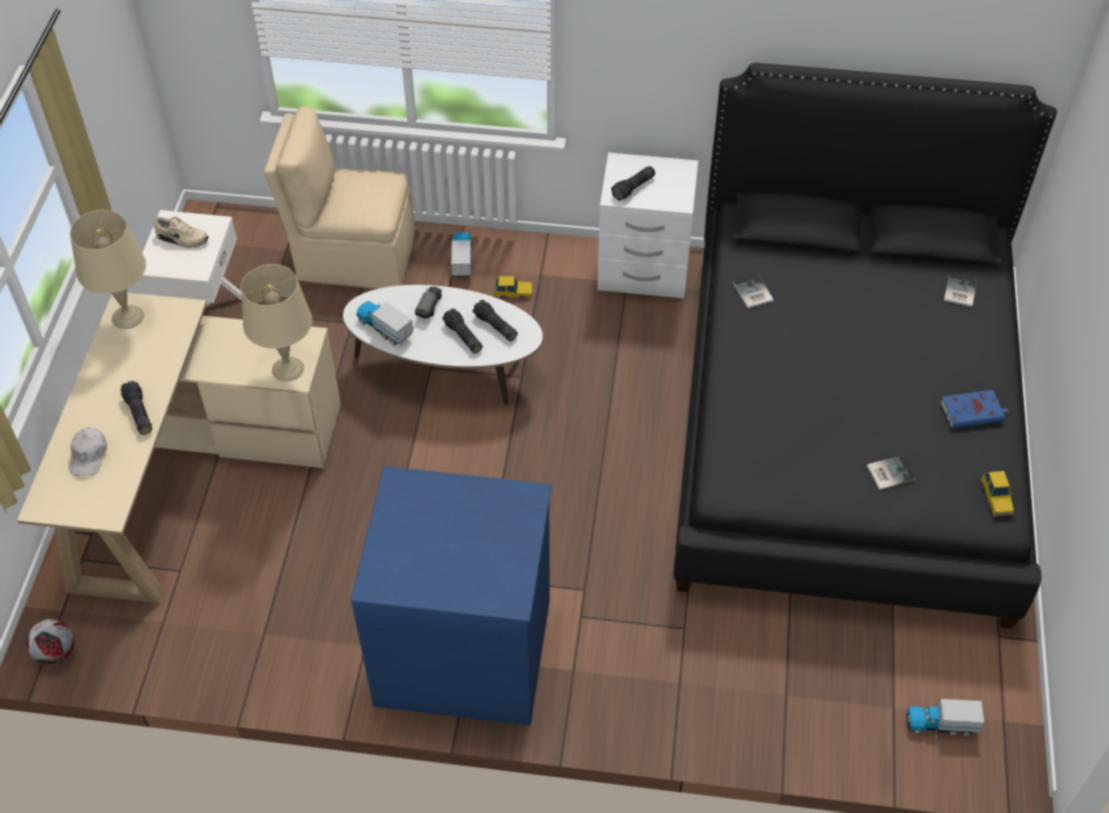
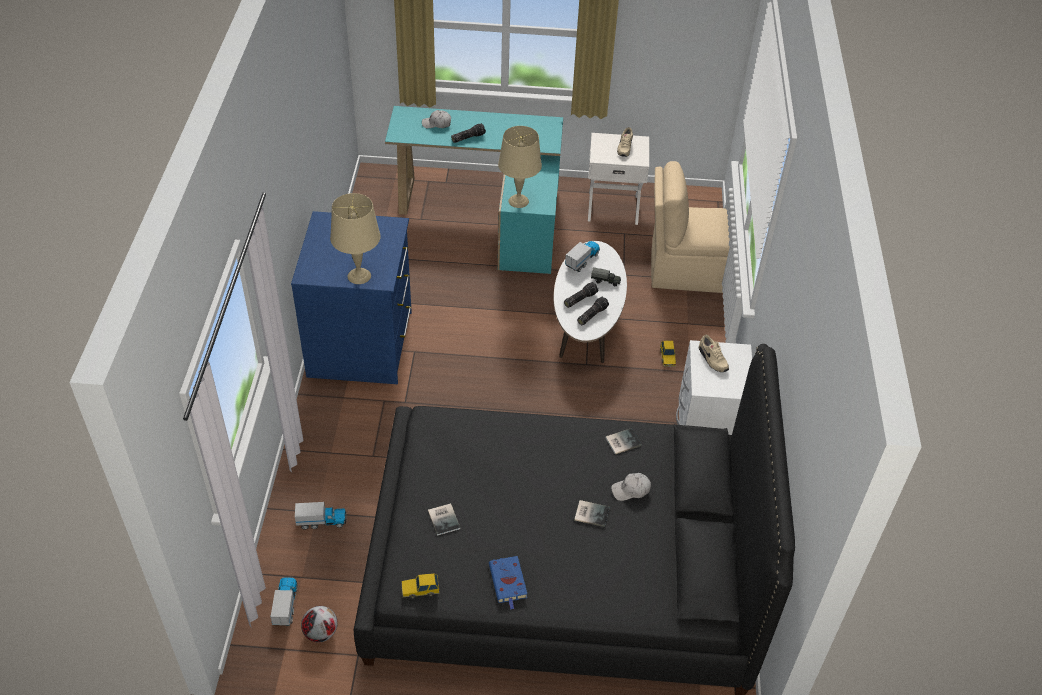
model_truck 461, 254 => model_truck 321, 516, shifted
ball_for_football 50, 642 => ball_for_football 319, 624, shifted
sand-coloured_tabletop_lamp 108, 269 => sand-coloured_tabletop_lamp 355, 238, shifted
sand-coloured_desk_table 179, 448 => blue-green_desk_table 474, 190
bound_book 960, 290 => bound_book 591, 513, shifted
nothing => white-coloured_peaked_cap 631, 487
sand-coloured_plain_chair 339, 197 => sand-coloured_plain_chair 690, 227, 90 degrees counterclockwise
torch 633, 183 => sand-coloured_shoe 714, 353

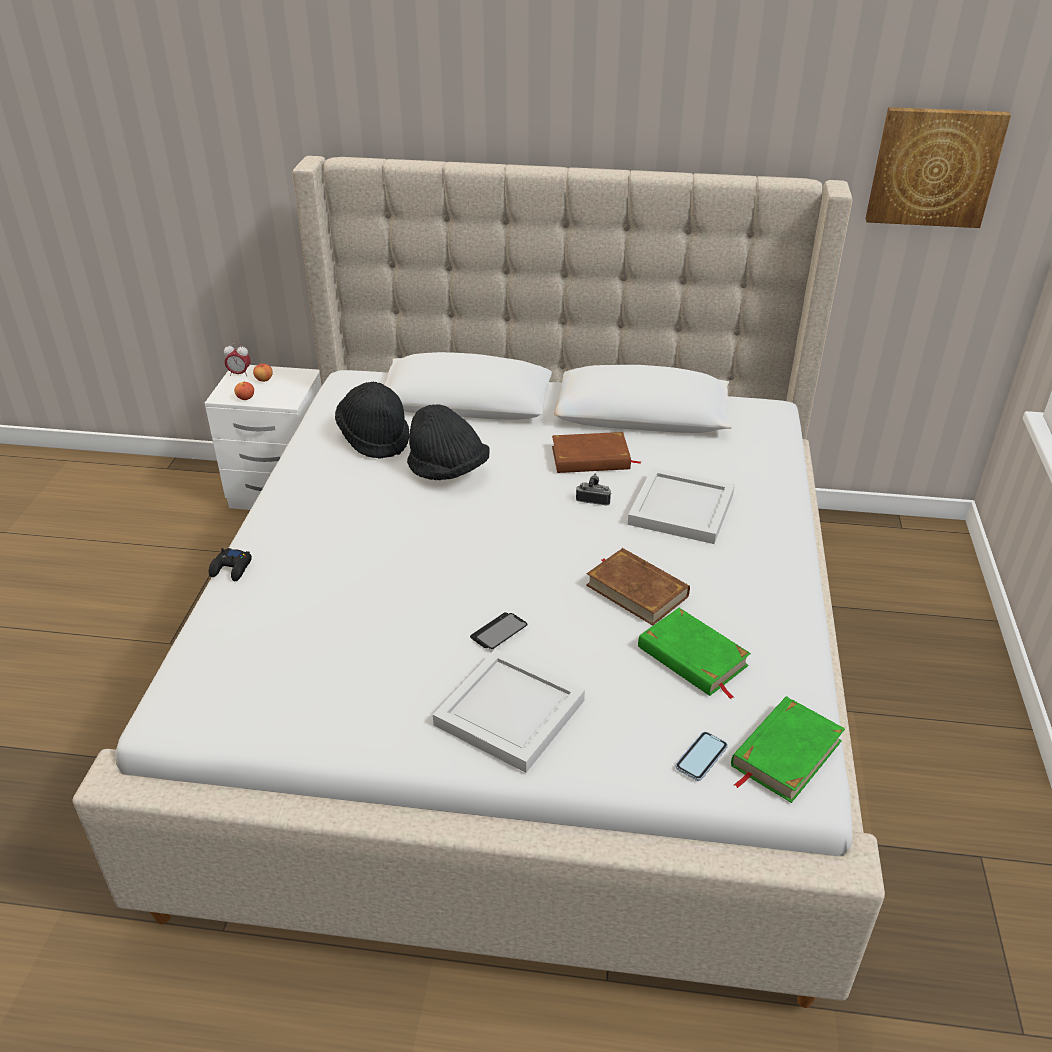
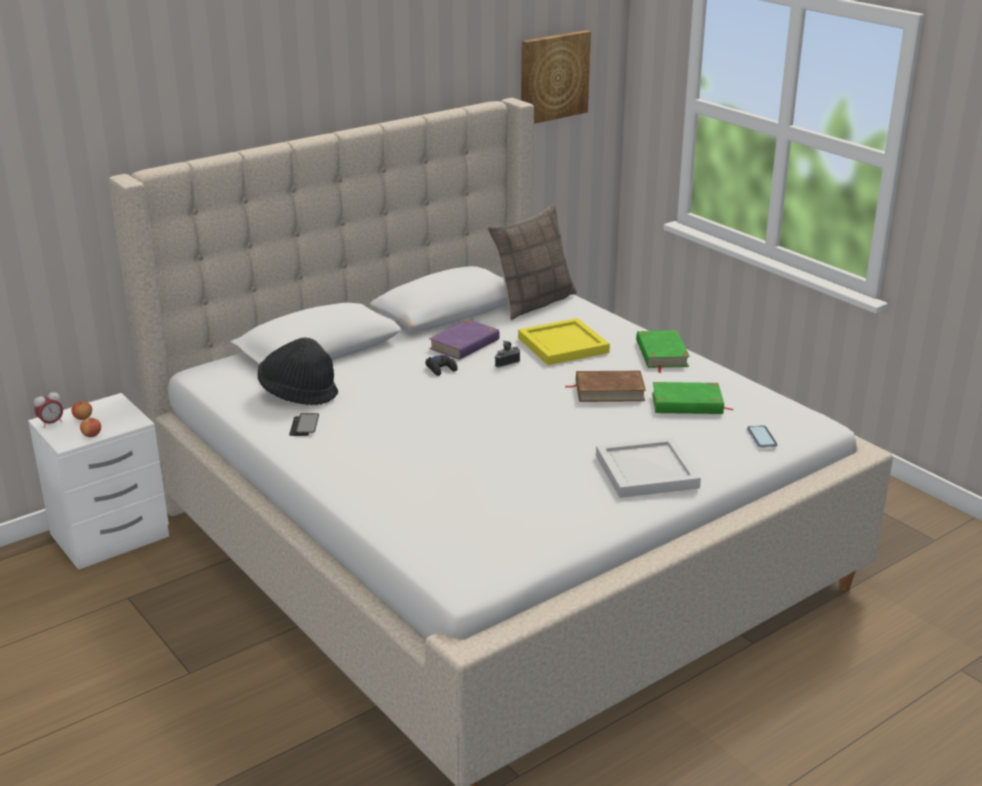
phone 499, 630 => phone 304, 424, shifted
black-coloured_joypad 230, 564 => black-coloured_joypad 441, 365, shifted
brownish_bound_book 597, 452 => purple-coloured_bound_book 464, 339
nothing => throw_pillow 532, 262
white-coloured_carrying_tray 681, 505 => yellow_carrying_tray 564, 341
green_bound_book 788, 749 => green_bound_book 663, 351, shifted
black-coloured_hat 448, 442 => nothing

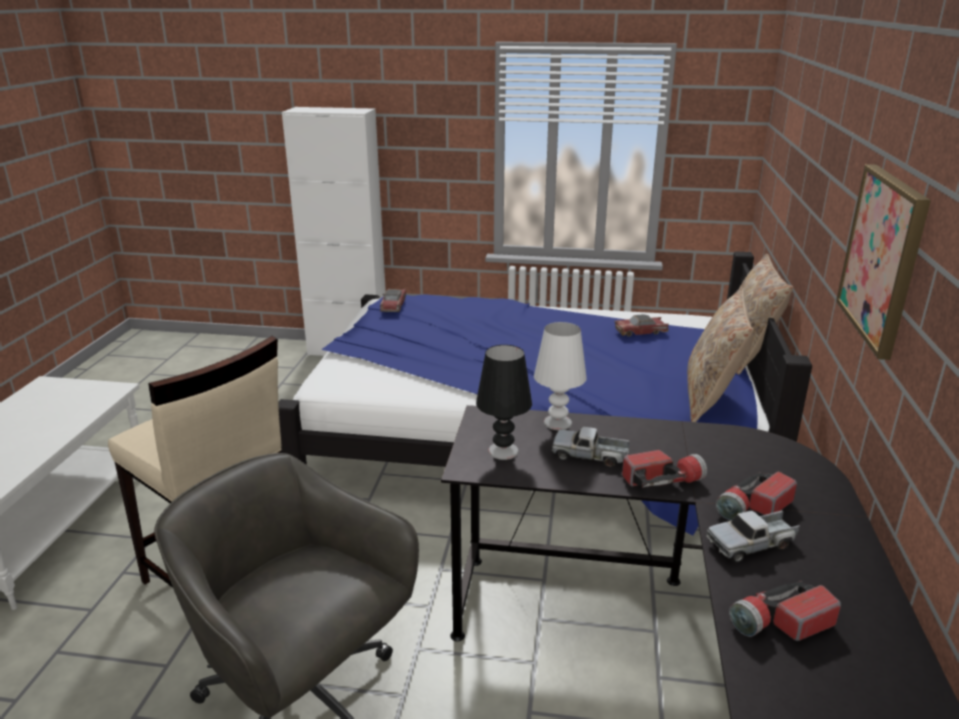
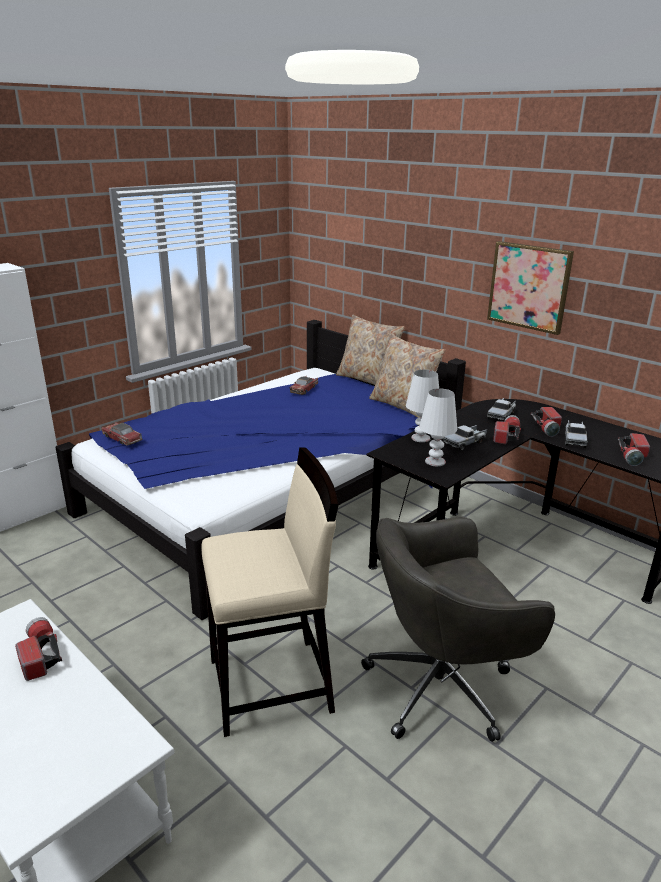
nothing => torch 38, 649
black-coloured_tabletop_lamp 504, 402 => white-coloured_tabletop_lamp 438, 427
nothing => model_truck 501, 410

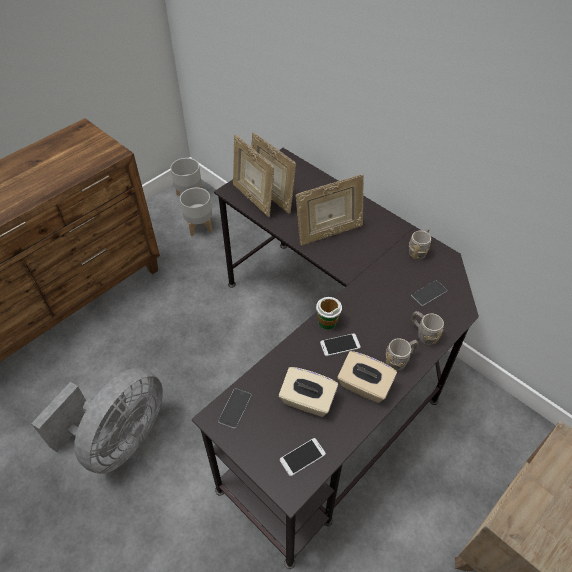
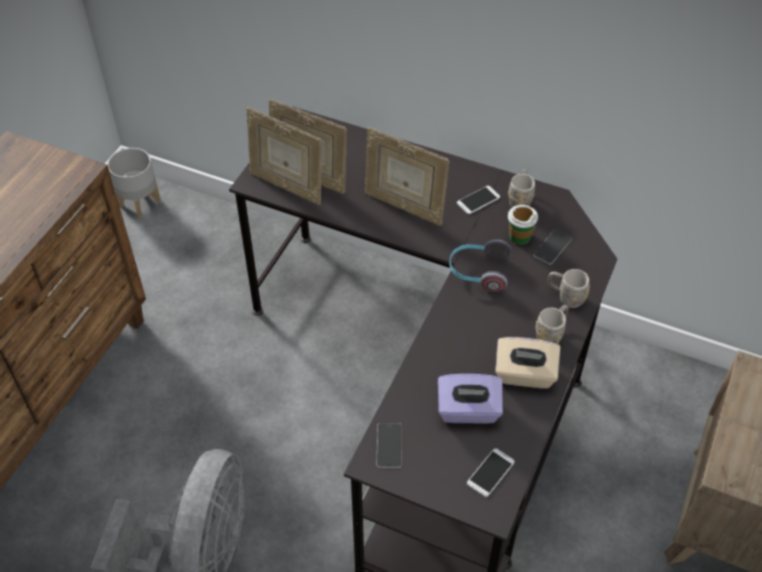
picture_frame 330, 210 => picture_frame 407, 176, 75 degrees clockwise
sand-coloured_box_of_tissues 308, 392 => purple-coloured_box_of_tissues 470, 399
nothing => headphones 480, 266
phone 340, 344 => phone 478, 200, shifted
drinking_cup 329, 313 => drinking_cup 523, 224, shifted
gray_planter 196, 211 => nothing

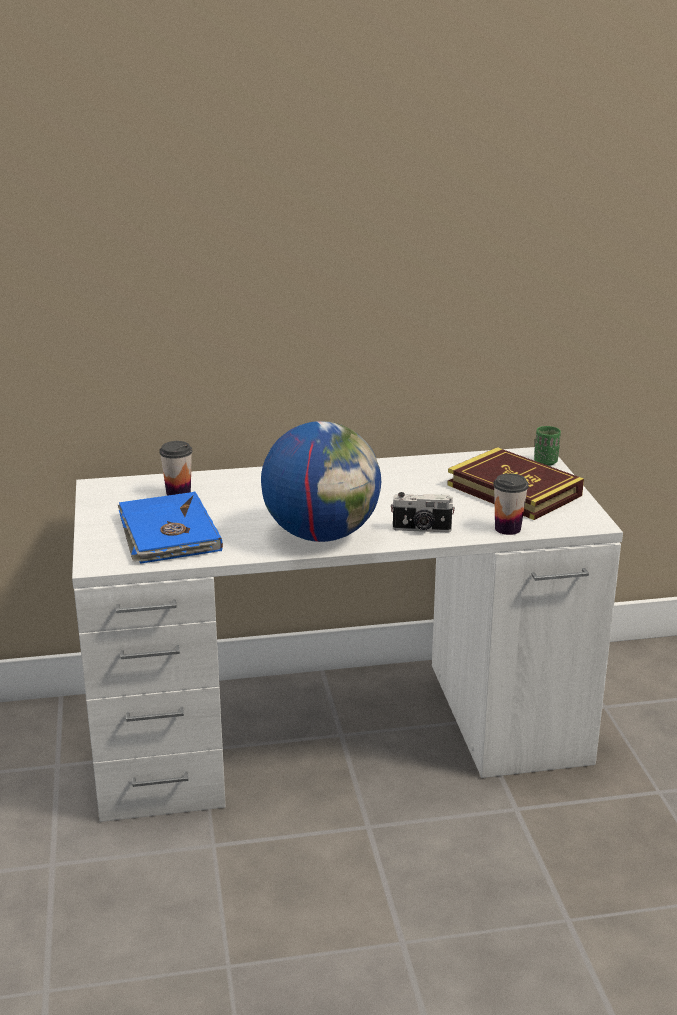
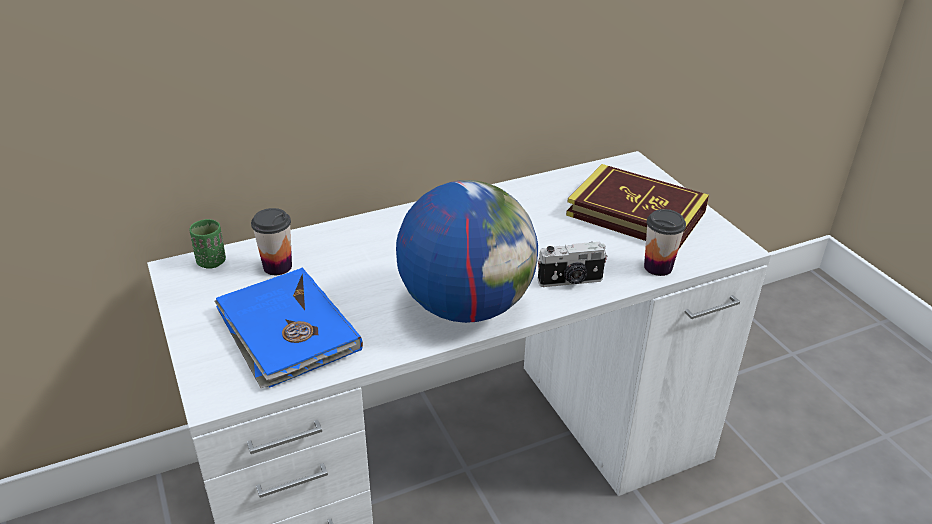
green_drinking_cup 547, 446 => green_drinking_cup 207, 244, shifted

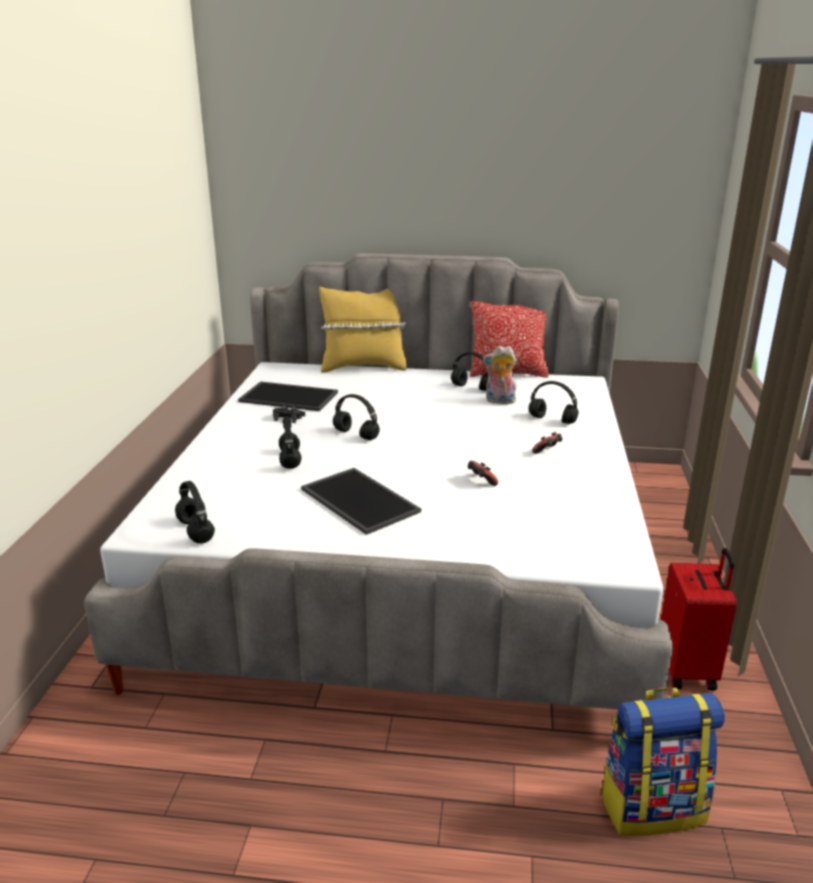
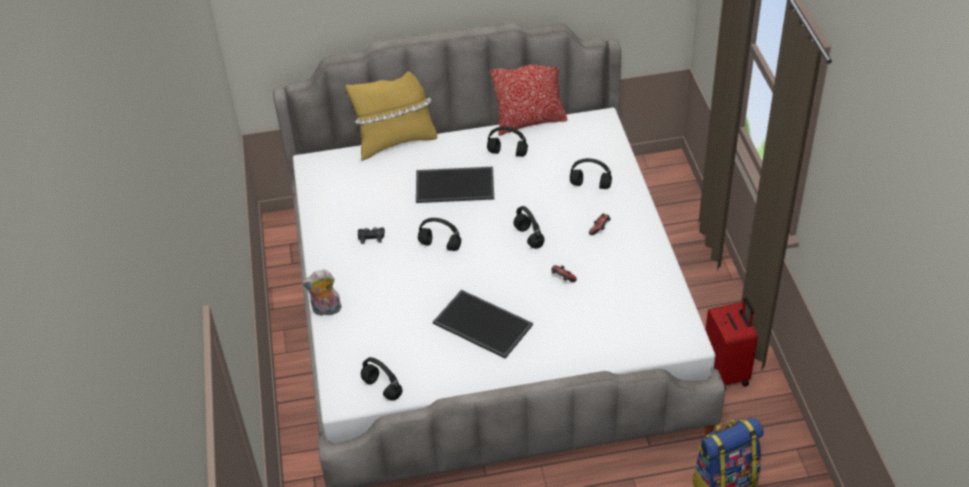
soft_toy 499, 375 => soft_toy 321, 292, shifted
carrying_tray 288, 396 => carrying_tray 455, 185, shifted
black-coloured_headphones 290, 442 => black-coloured_headphones 529, 227, shifted

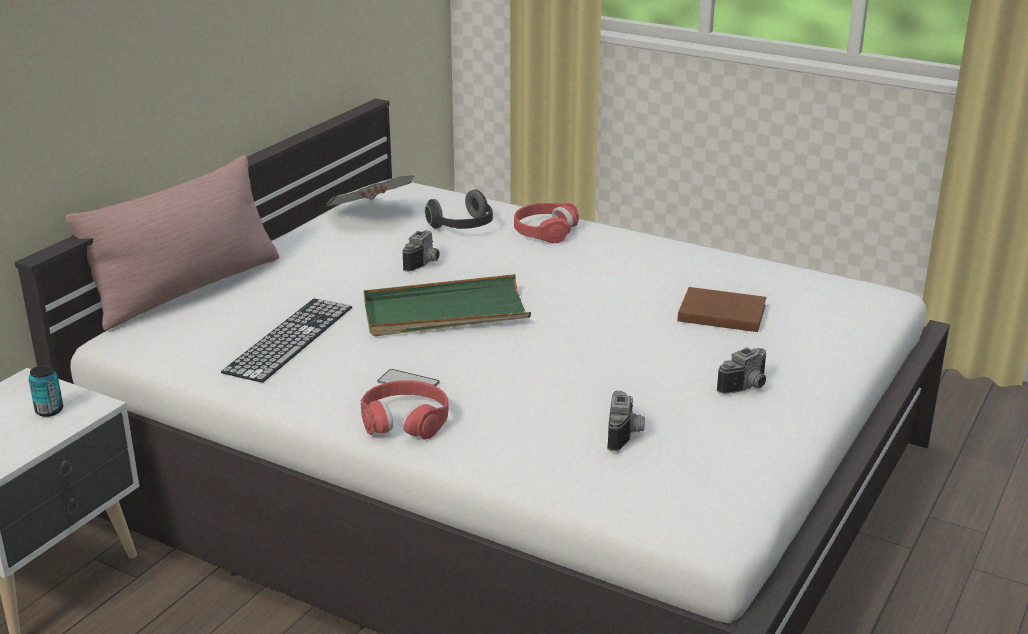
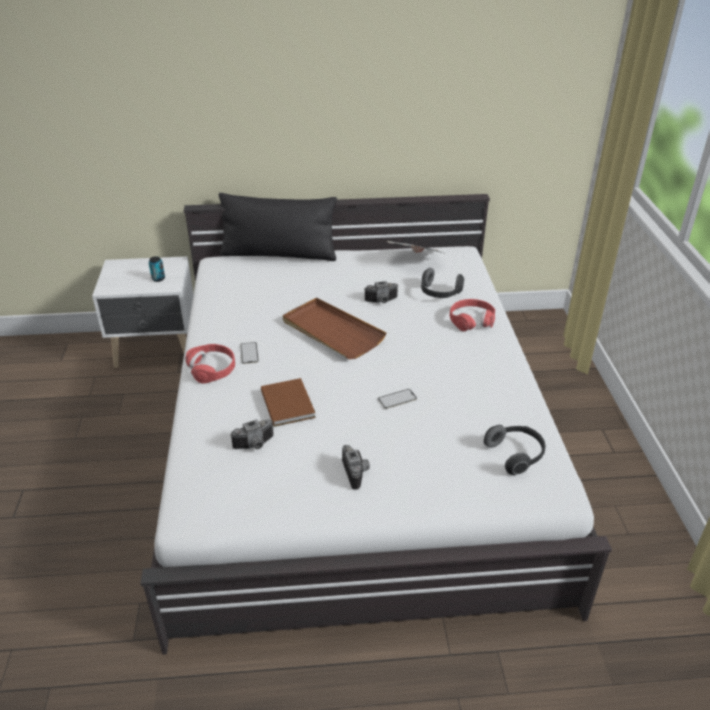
pink_throw_pillow 172, 242 => black-coloured_throw_pillow 278, 227
brownish_bound_book 722, 309 => brownish_bound_book 288, 402, shifted
green_carrying_tray 447, 305 => brownish_carrying_tray 334, 328
photo_camera 741, 370 => photo_camera 356, 467, 120 degrees counterclockwise
nothing => phone 397, 399
nothing => headphones 514, 450
computer_keyboard 286, 341 => nothing

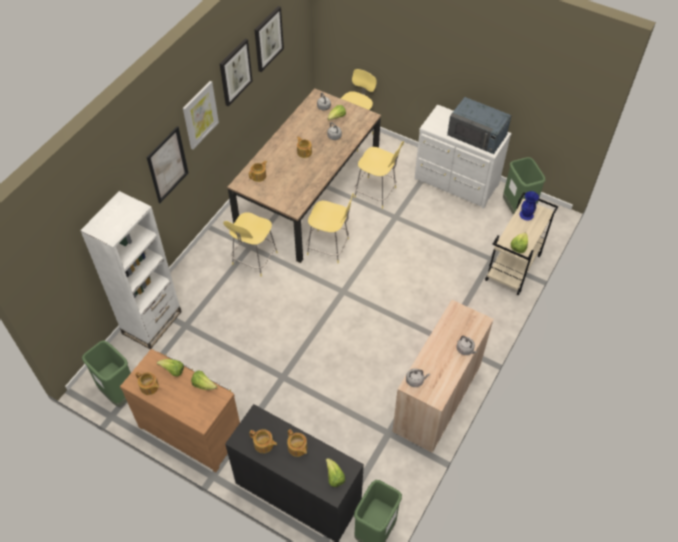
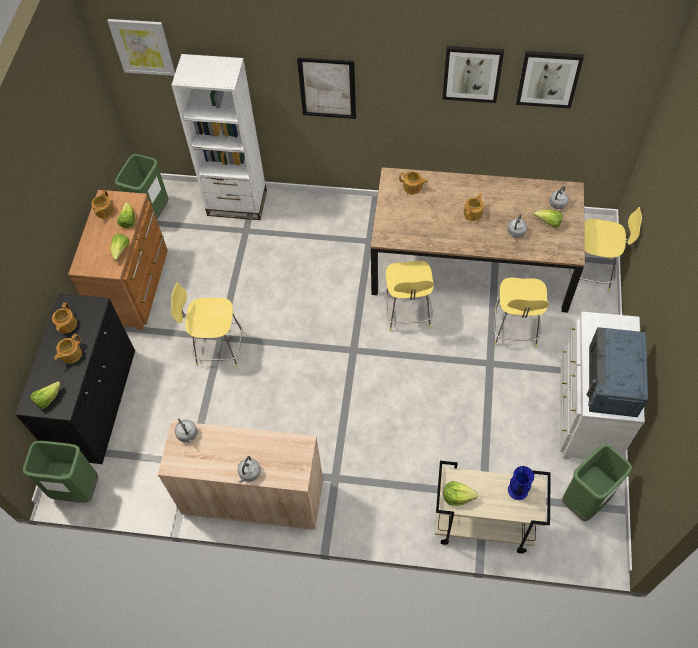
wall_art 201, 115 => wall_art 141, 47, shifted
yellow_stool_seat 250, 244 => yellow_stool_seat 207, 324, shifted

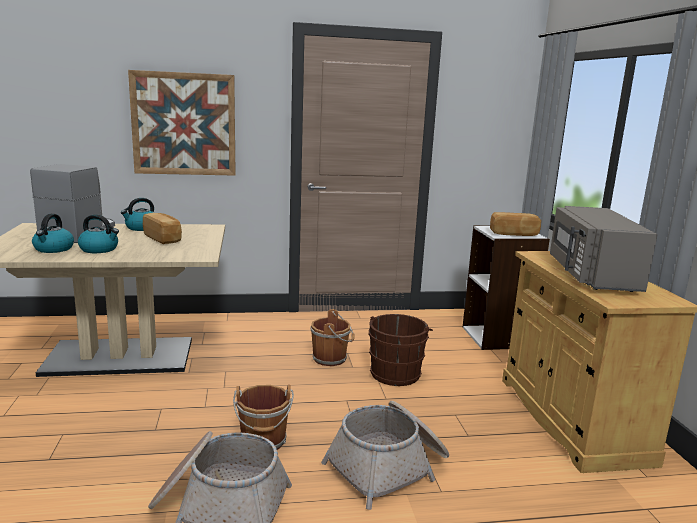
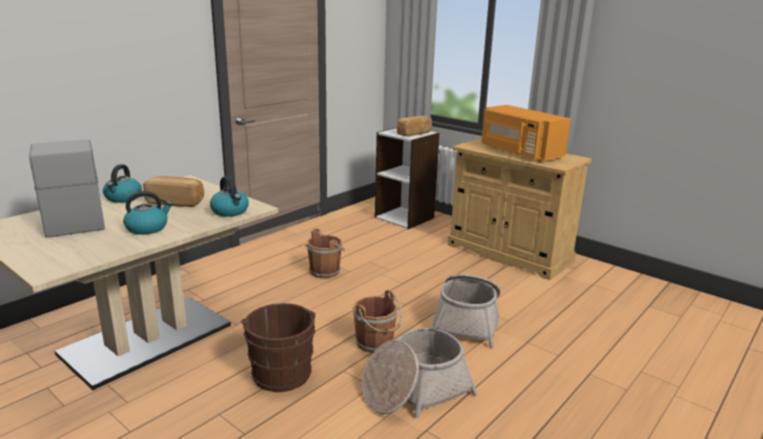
water_kettle 53, 233 => water_kettle 229, 196, shifted
brownish_pail 400, 350 => brownish_pail 278, 347, shifted
gray_microwave 604, 249 => orange_microwave 526, 133
wall_art 182, 123 => nothing

